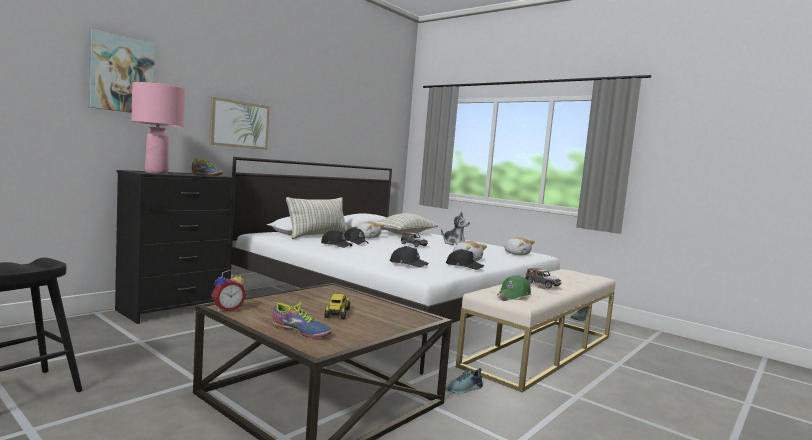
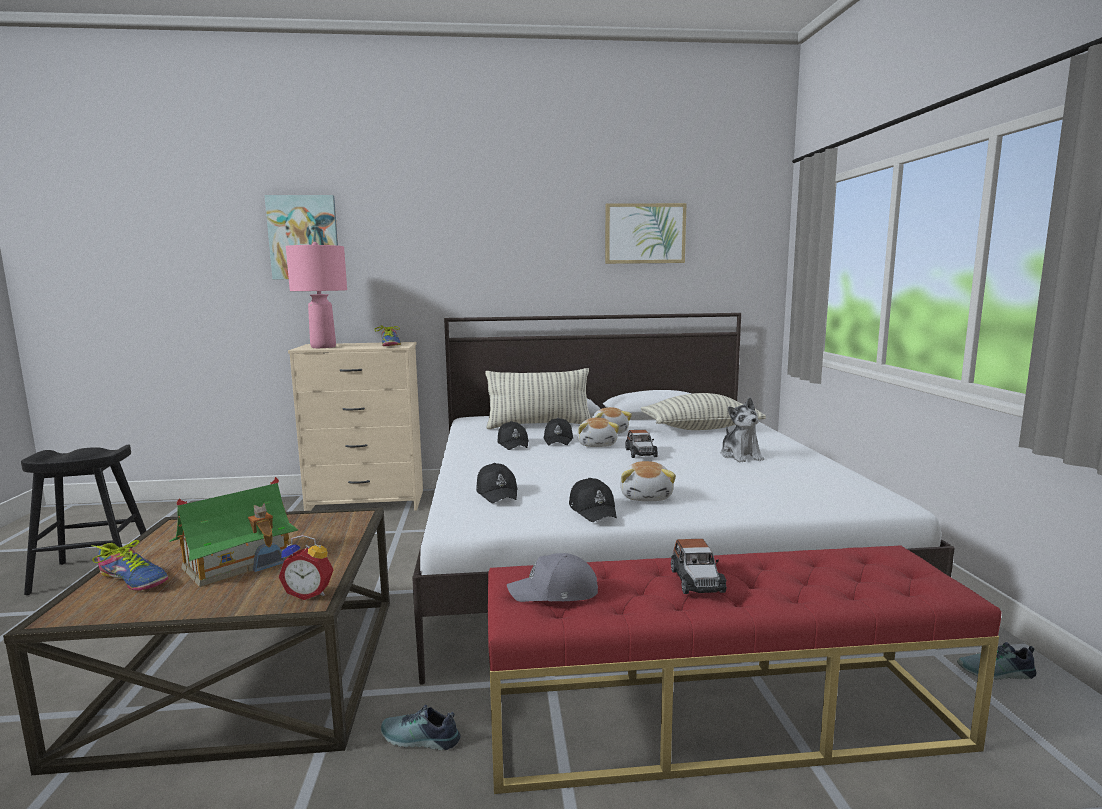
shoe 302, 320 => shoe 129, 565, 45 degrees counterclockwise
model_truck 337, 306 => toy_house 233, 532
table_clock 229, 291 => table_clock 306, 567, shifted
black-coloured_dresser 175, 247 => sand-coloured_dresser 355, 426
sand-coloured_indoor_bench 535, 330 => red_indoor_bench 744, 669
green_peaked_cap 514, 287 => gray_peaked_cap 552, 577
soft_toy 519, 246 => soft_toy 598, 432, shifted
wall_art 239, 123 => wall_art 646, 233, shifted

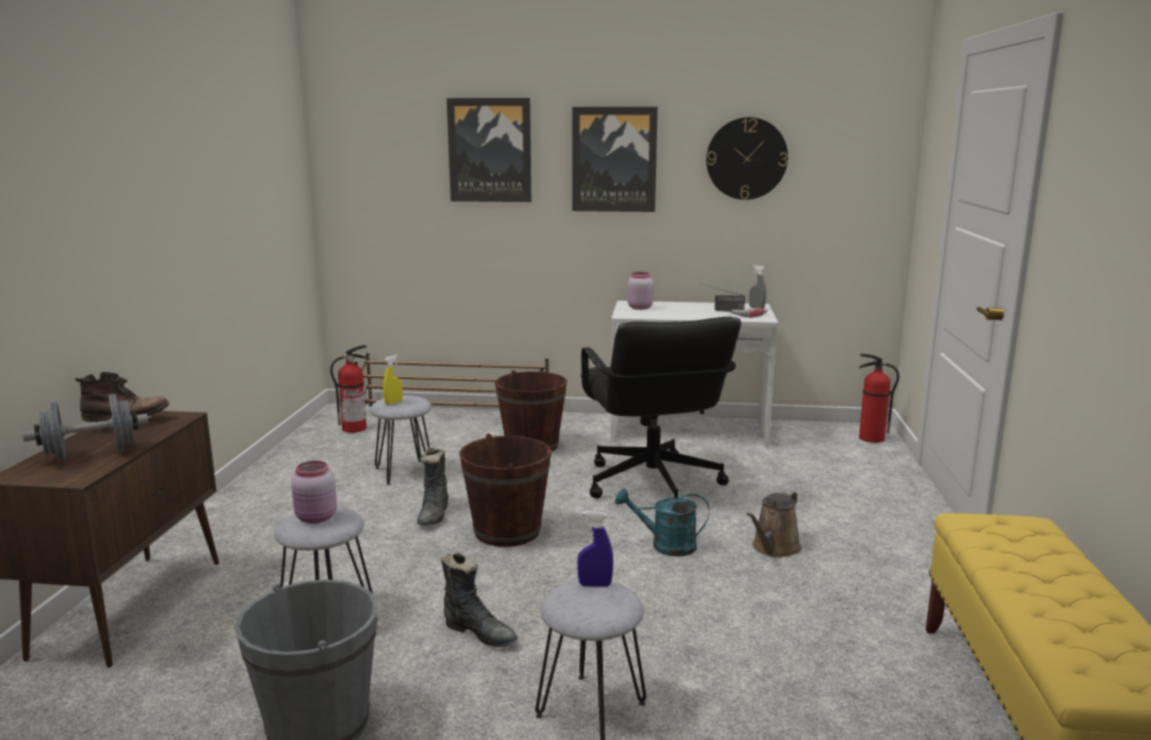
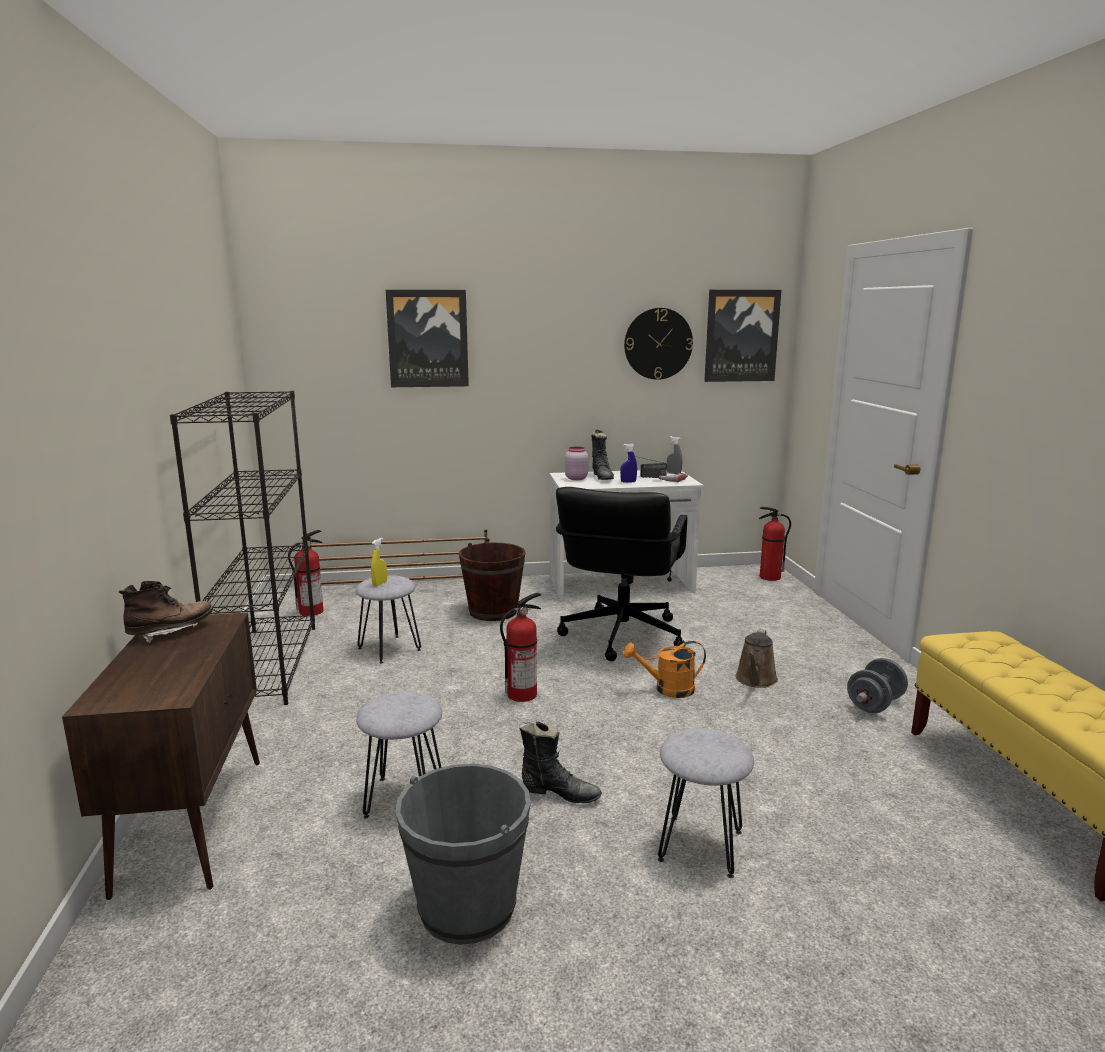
nothing => black-coloured_bookcase 242, 548
brownish_pail 505, 490 => fire-fighting_cylinder 520, 647
black-coloured_desk_chair 661, 407 => black-coloured_desk_chair 621, 574, 45 degrees clockwise
black-coloured_high-top_boot 433, 486 => black-coloured_high-top_boot 602, 454, shifted
blue-coloured_hand_sprayer 595, 549 => blue-coloured_hand_sprayer 628, 463, shifted
blue-green_sprinkling_can 662, 522 => orange_sprinkling_can 664, 669
wall_art 615, 159 => wall_art 742, 336, shifted
gray_hand_weight 86, 428 => gray_hand_weight 877, 685, shifted
pink_jar 314, 492 => nothing

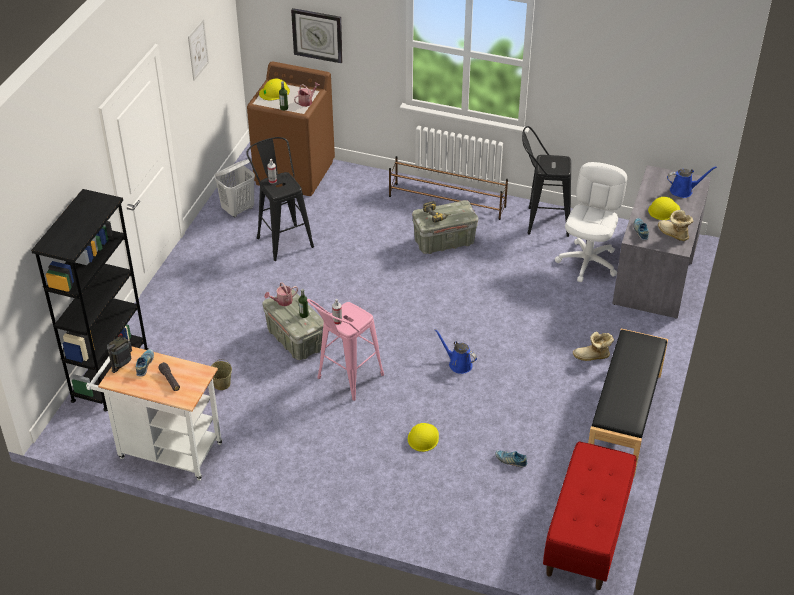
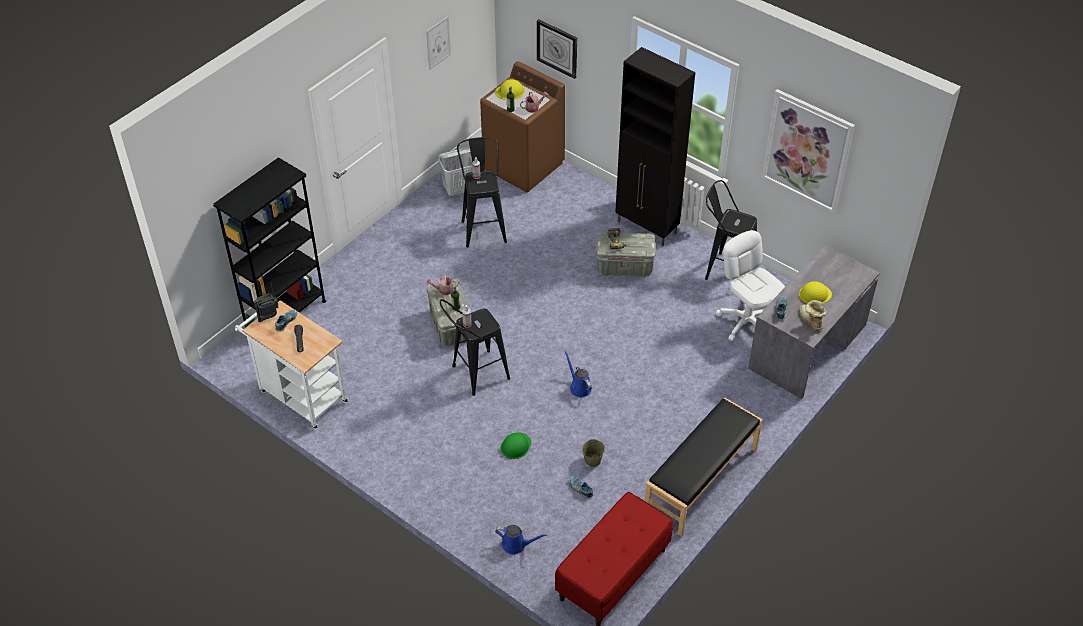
pink_stool_seat 345, 350 => black-coloured_stool_seat 475, 347
blue-coloured_sprinkling_can 692, 182 => blue-coloured_sprinkling_can 521, 540, shifted
yellow_hard_hat 423, 437 => green_hard_hat 516, 446
sand-coloured_pail 221, 374 => sand-coloured_pail 593, 453, shifted
brownish_shoe_stand 448, 188 => black-coloured_cupboard 655, 146
white-coloured_desk_chair 591, 222 => white-coloured_desk_chair 750, 285, 75 degrees counterclockwise
nothing => wall_art 808, 151
high-top_boot 593, 346 => nothing

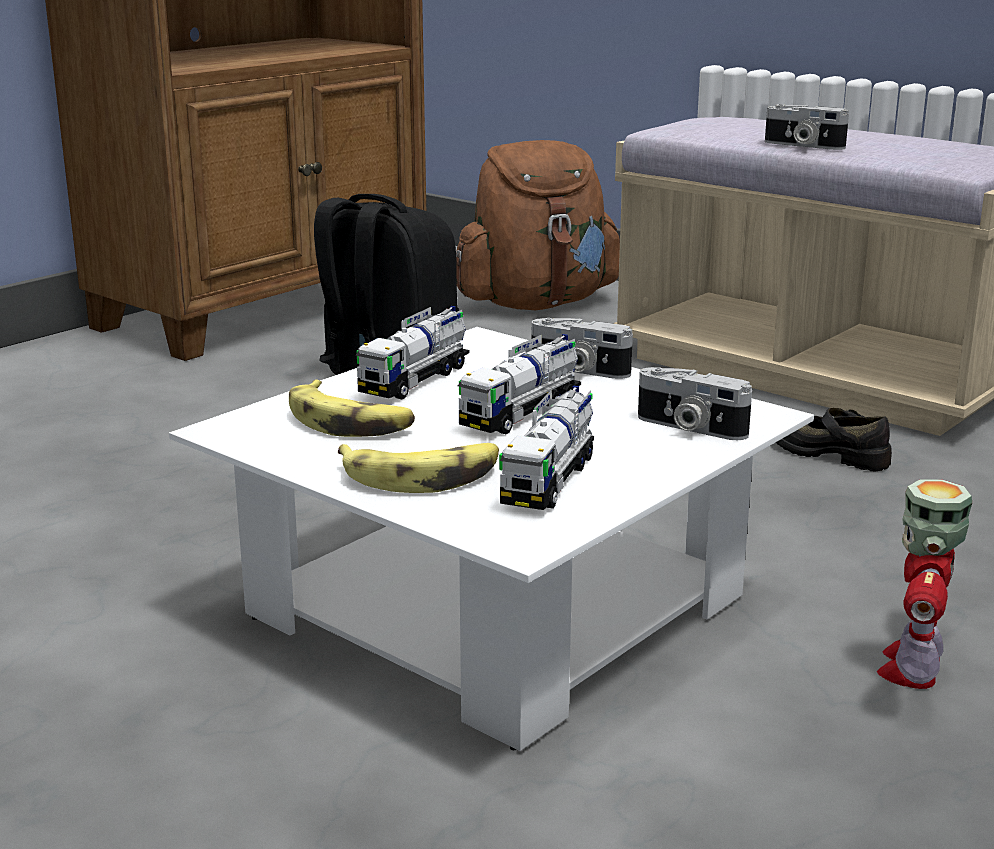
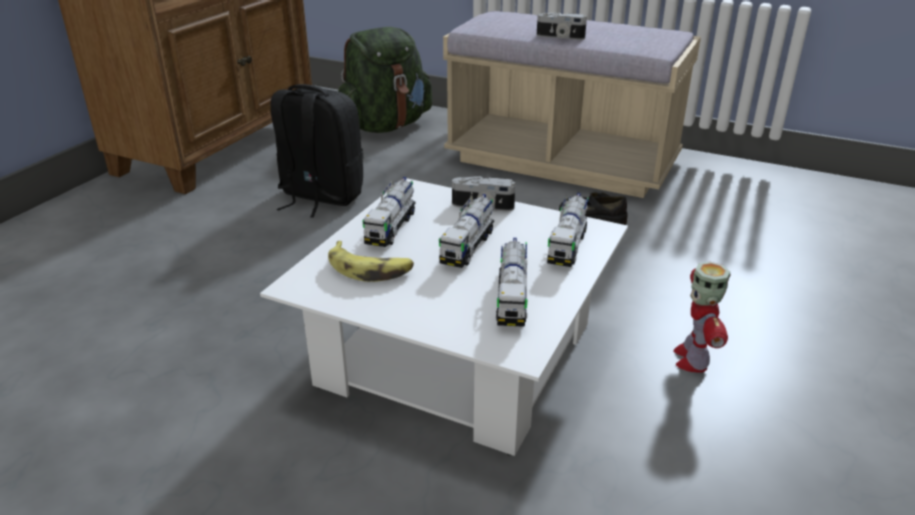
brownish_knapsack 538, 225 => green_knapsack 385, 80
photo_camera 695, 403 => model_truck 568, 230
whole_banana 418, 468 => nothing

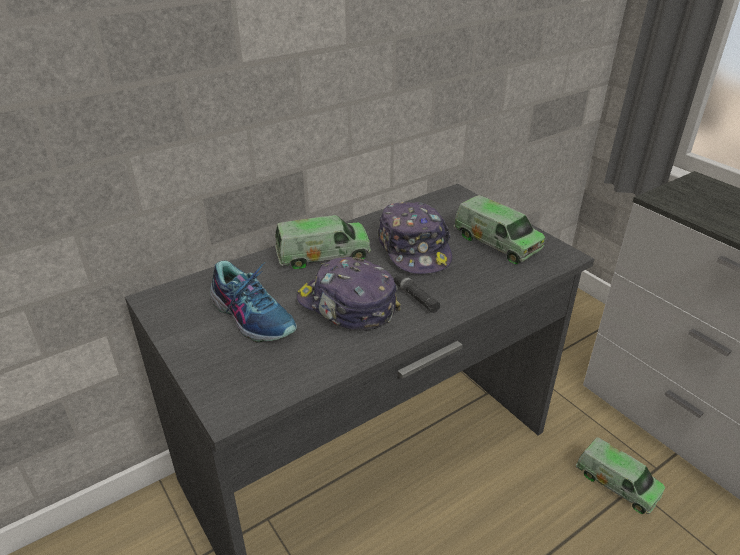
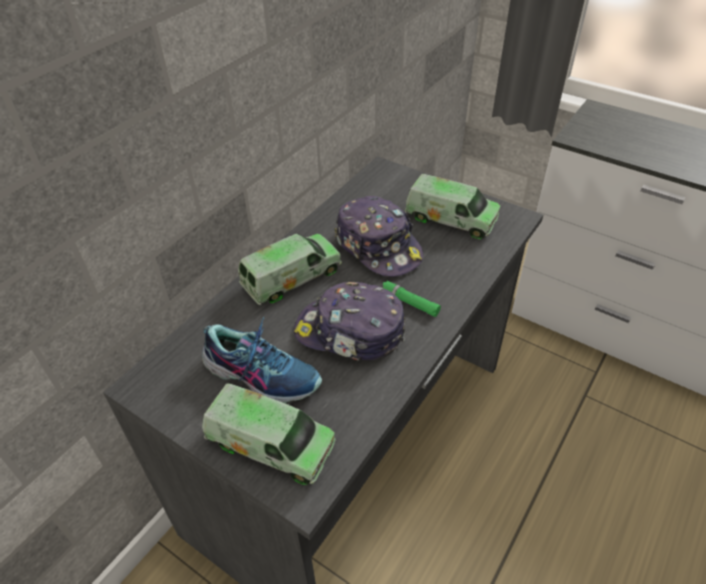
model_truck 620, 475 => model_truck 269, 434, shifted
black-coloured_torch 417, 293 => green_torch 412, 299

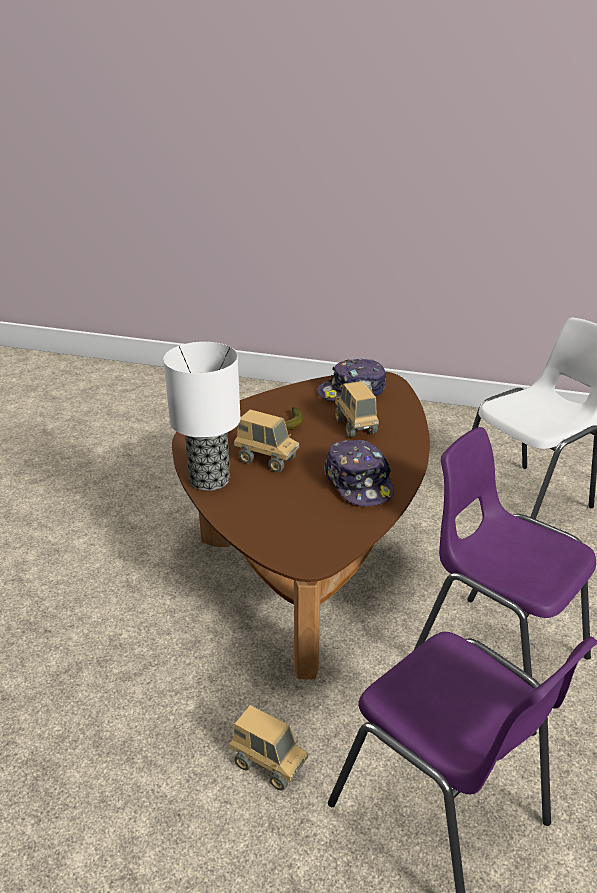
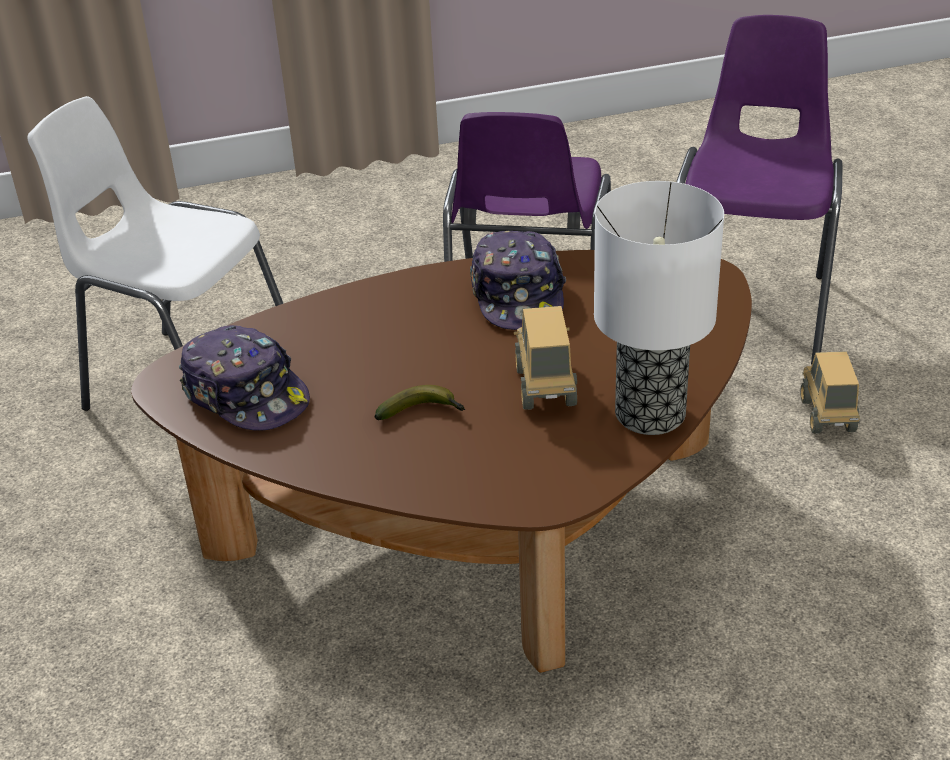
peaked_cap 359, 473 => peaked_cap 518, 280, 135 degrees clockwise
model_truck 357, 409 => nothing

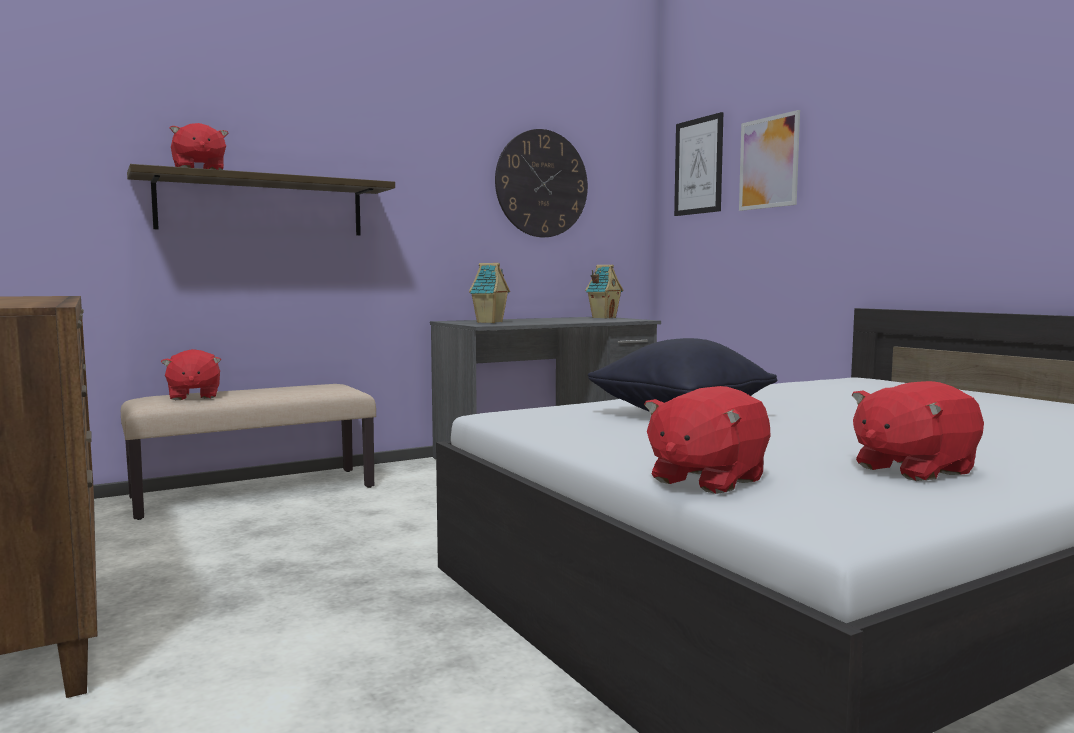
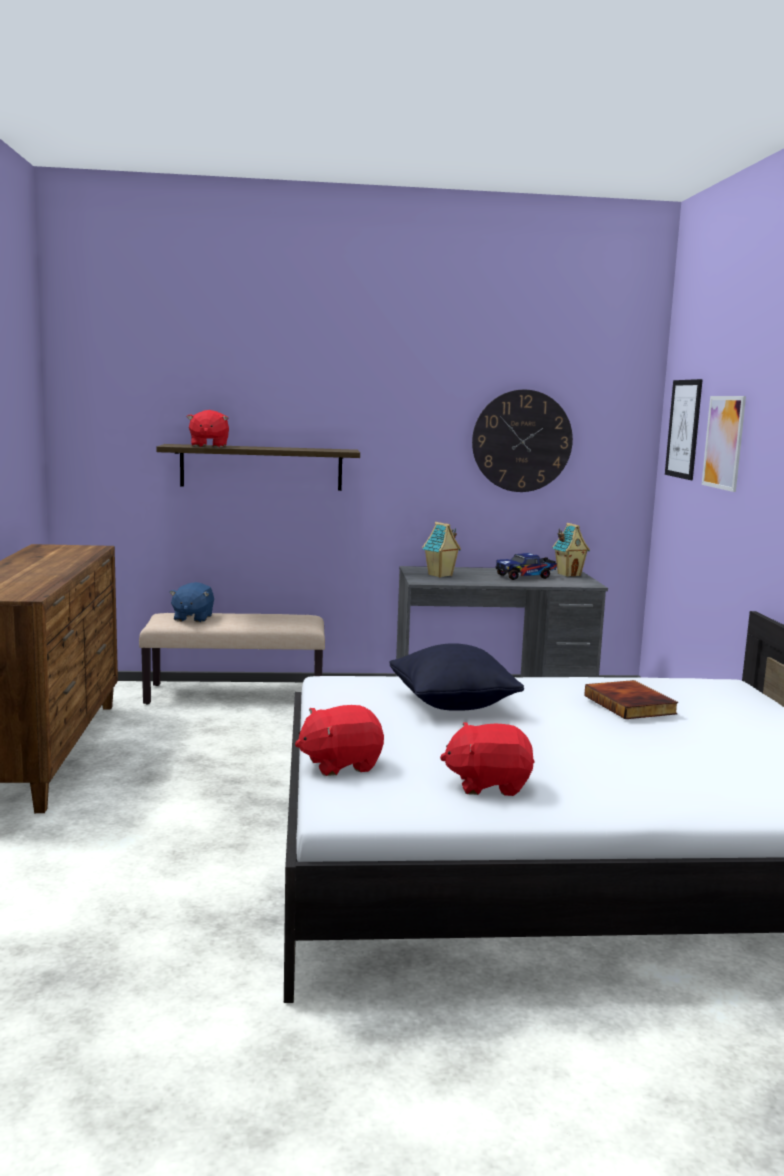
red_soft_toy 191, 374 => blue-coloured_soft_toy 191, 602
nothing => model_truck 526, 566
nothing => bound_book 631, 699

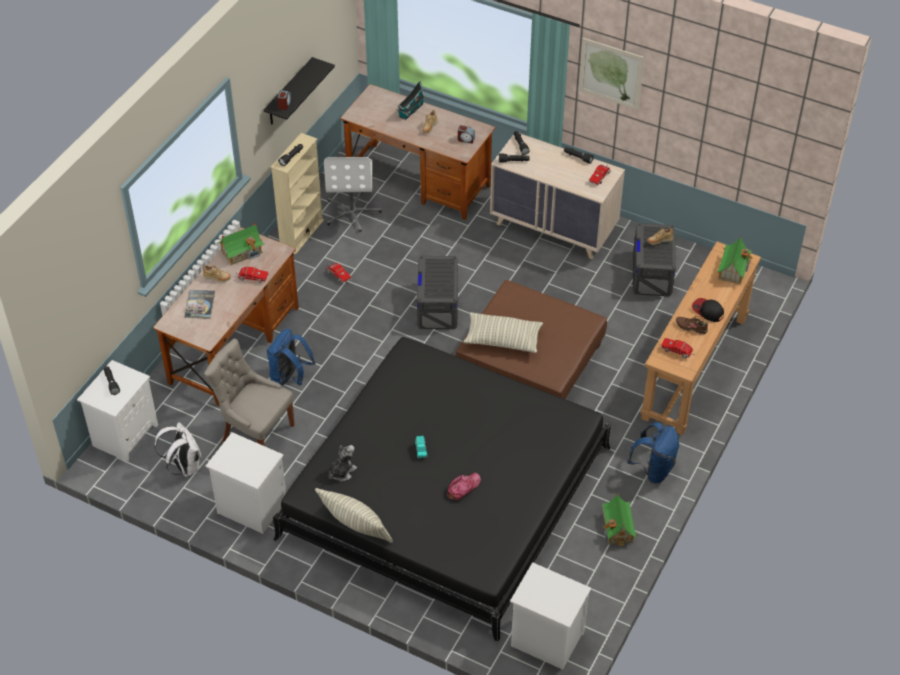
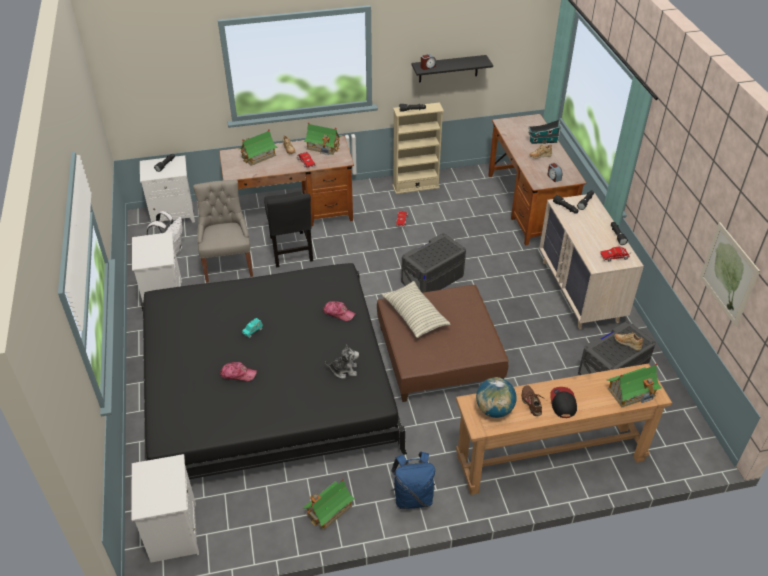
bound_book 199, 304 => toy_house 258, 148
blue-coloured_knapsack 291, 357 => black-coloured_plain_chair 288, 229
nothing => peaked_cap 339, 311
soft_toy 342, 463 => soft_toy 342, 362, shifted
model_truck 678, 348 => world_globe 496, 397
wall_art 611, 74 => wall_art 730, 274, shifted
throw_pillow 354, 515 => nothing
white-coloured_desk_chair 353, 194 => nothing

